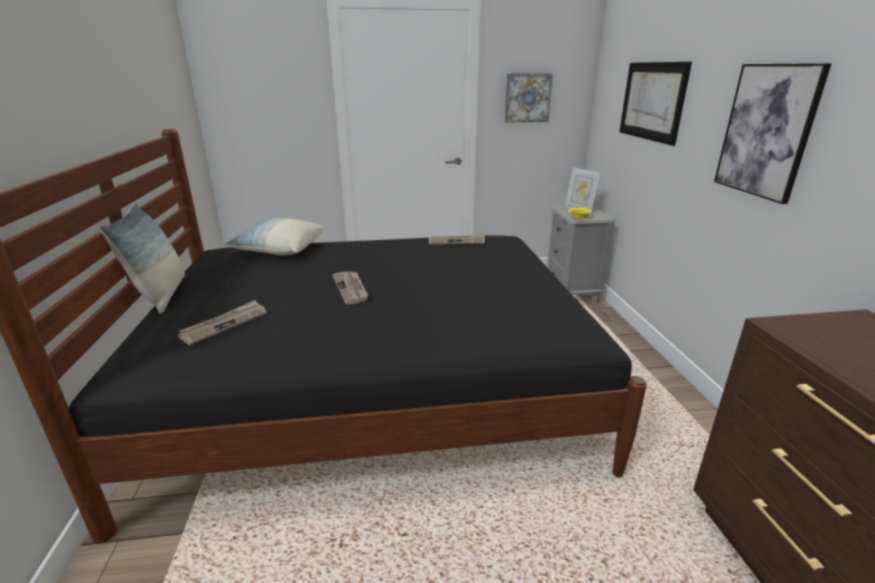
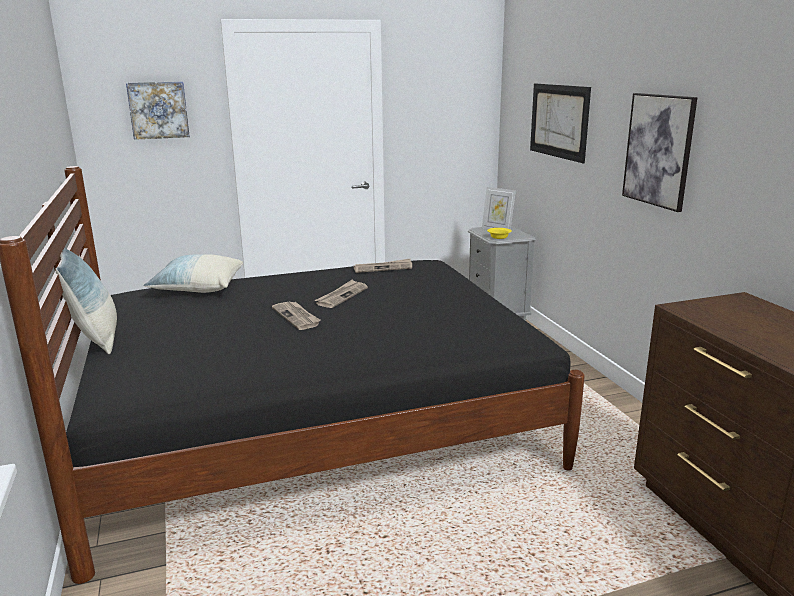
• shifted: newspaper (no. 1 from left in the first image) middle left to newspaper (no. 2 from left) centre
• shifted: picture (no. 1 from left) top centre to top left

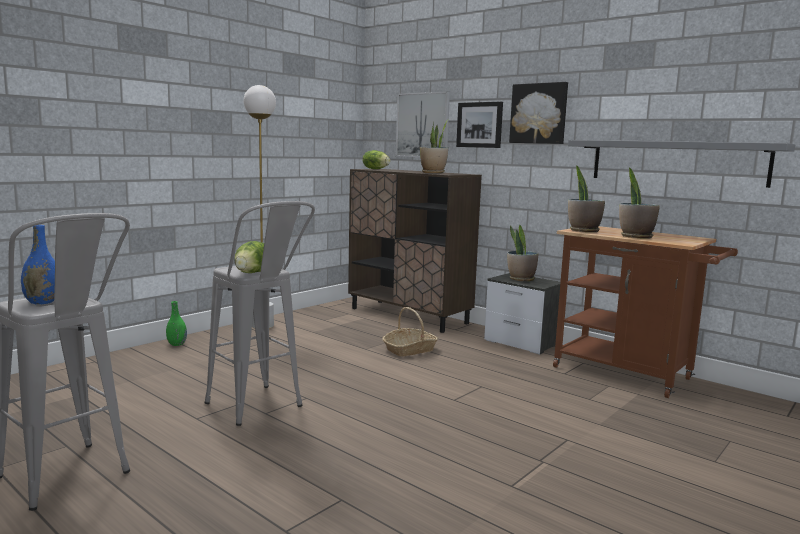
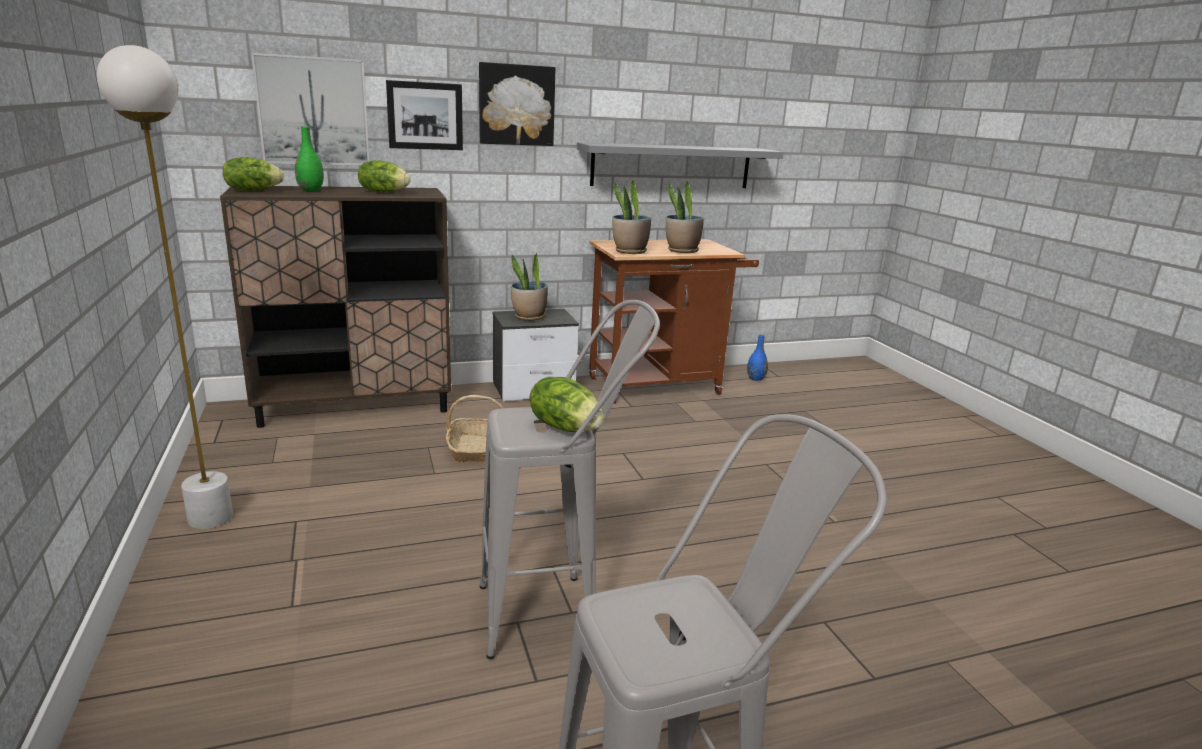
• shifted: blue vase middle left to centre
• shifted: green vase middle left to top left
• swapped: potted plant (no. 1 from left) top centre to lettuce (no. 2 from left) top left

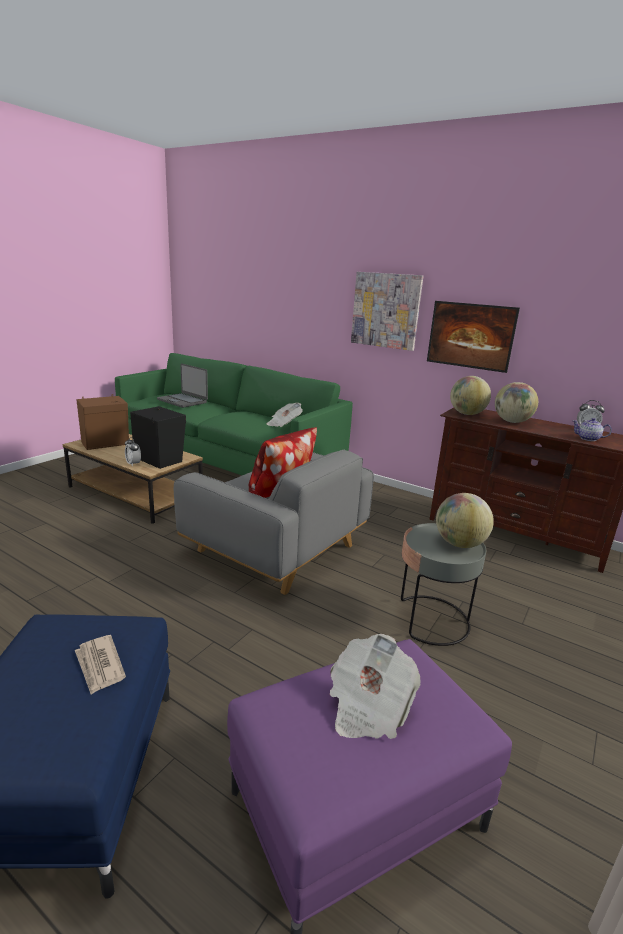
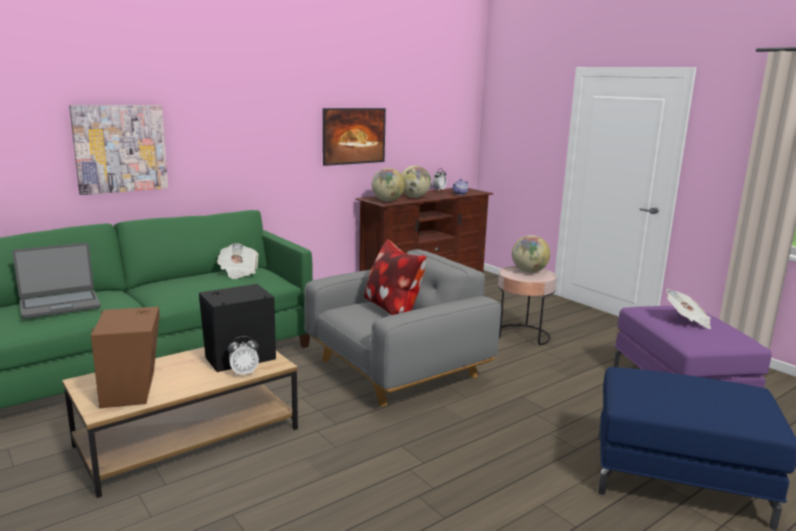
• gone: newspaper (no. 1 from left) bottom left
• shifted: picture (no. 1 from left) top centre to top left
• repainted: grey side table middle right to pink side table centre

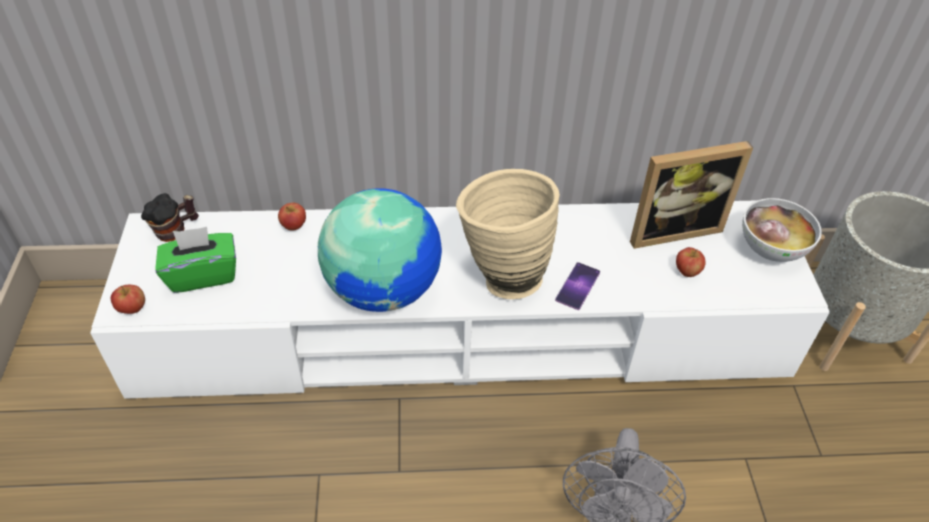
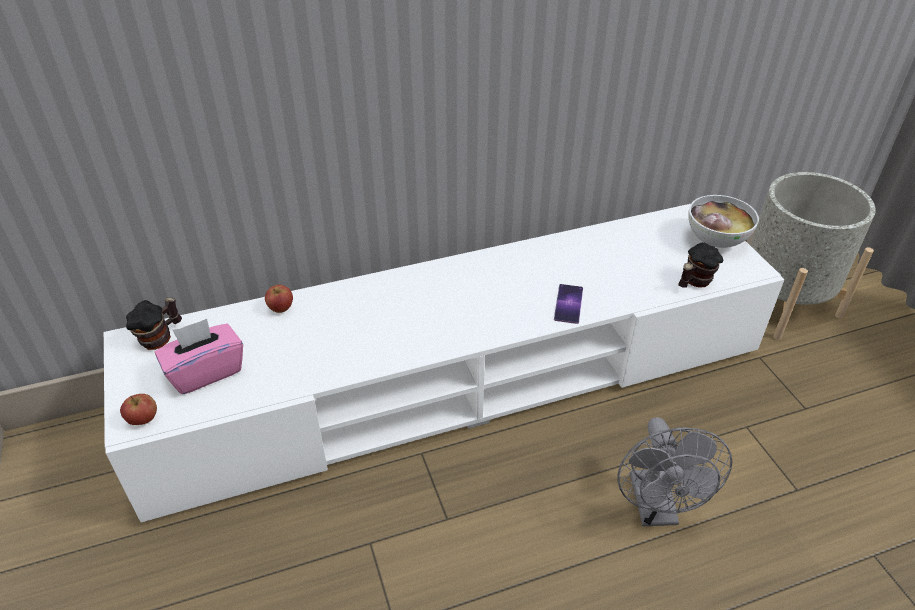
• repainted: green tissue box middle left to pink tissue box middle left
• gone: globe centre
• gone: beige vase centre
• gone: picture frame middle right
• gone: apple (no. 3 from left) middle right
• new: mug (no. 2 from left) middle right

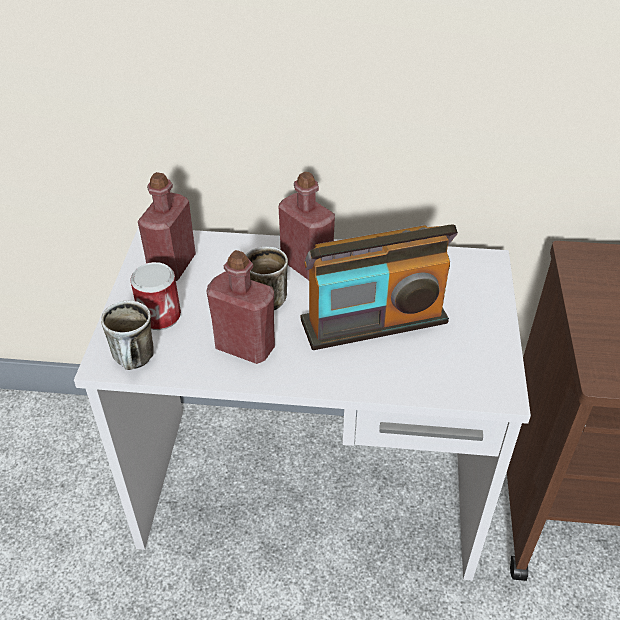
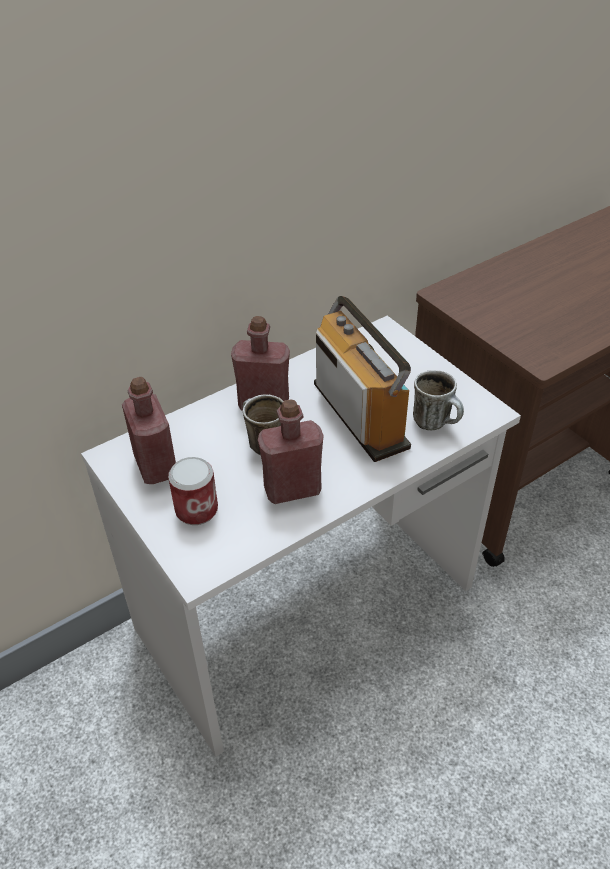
• shifted: mug (no. 1 from left in the first image) middle left to mug (no. 2 from left) middle right
• rotated: radio centre = centre 60 degrees counterclockwise

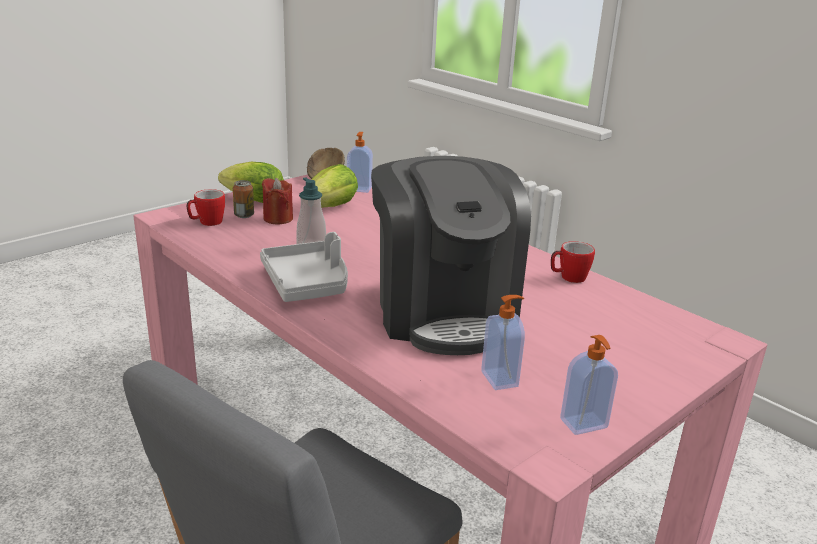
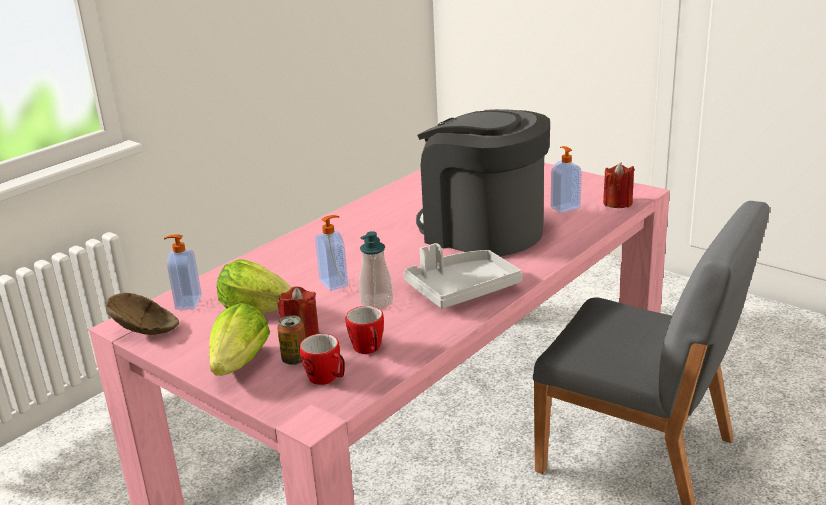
• rotated: coffee machine centre = centre 120 degrees counterclockwise
• shifted: mug (no. 2 from left) middle right to centre
• shifted: soap dispenser (no. 4 from left in the first image) bottom right to soap dispenser (no. 2 from left) centre
• new: red candle (no. 2 from left) middle right

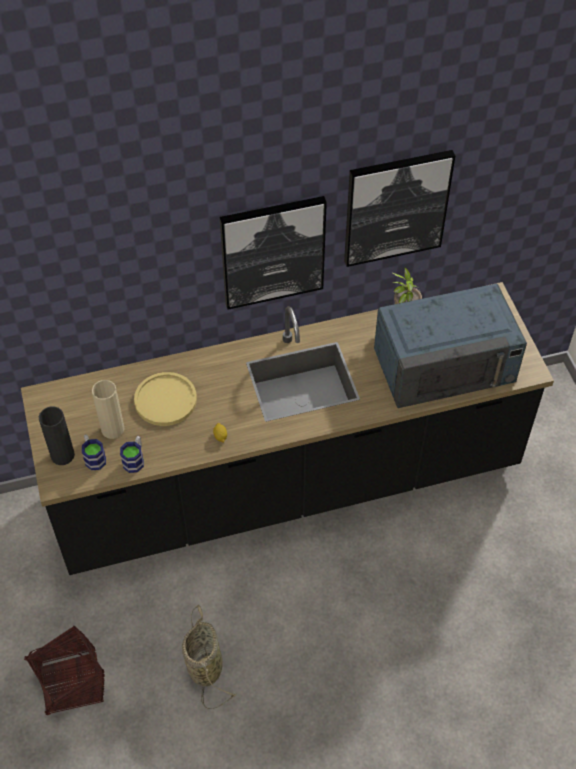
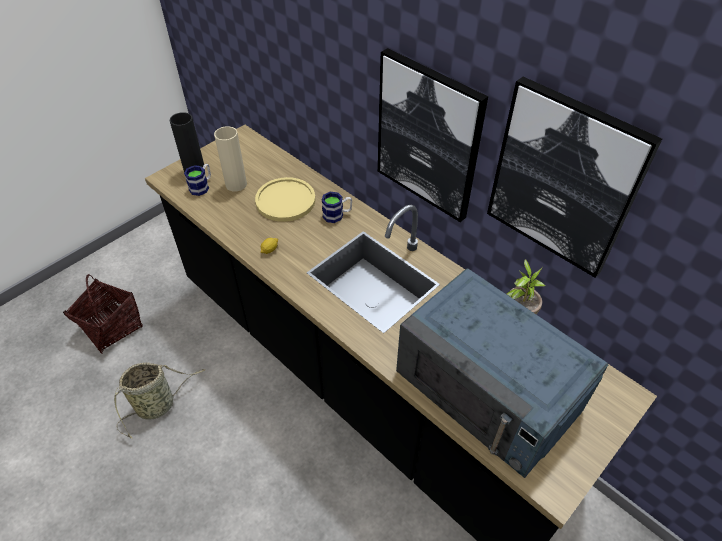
• shifted: mug (no. 2 from left) middle left to centre

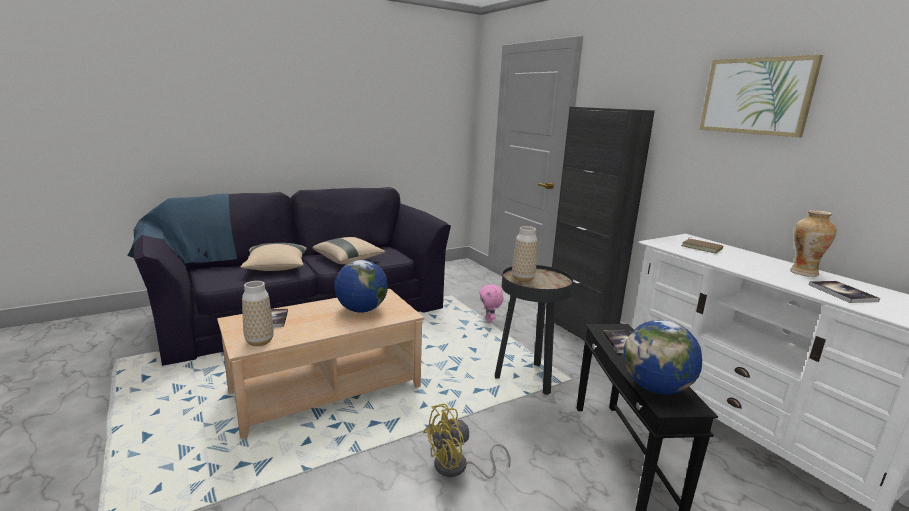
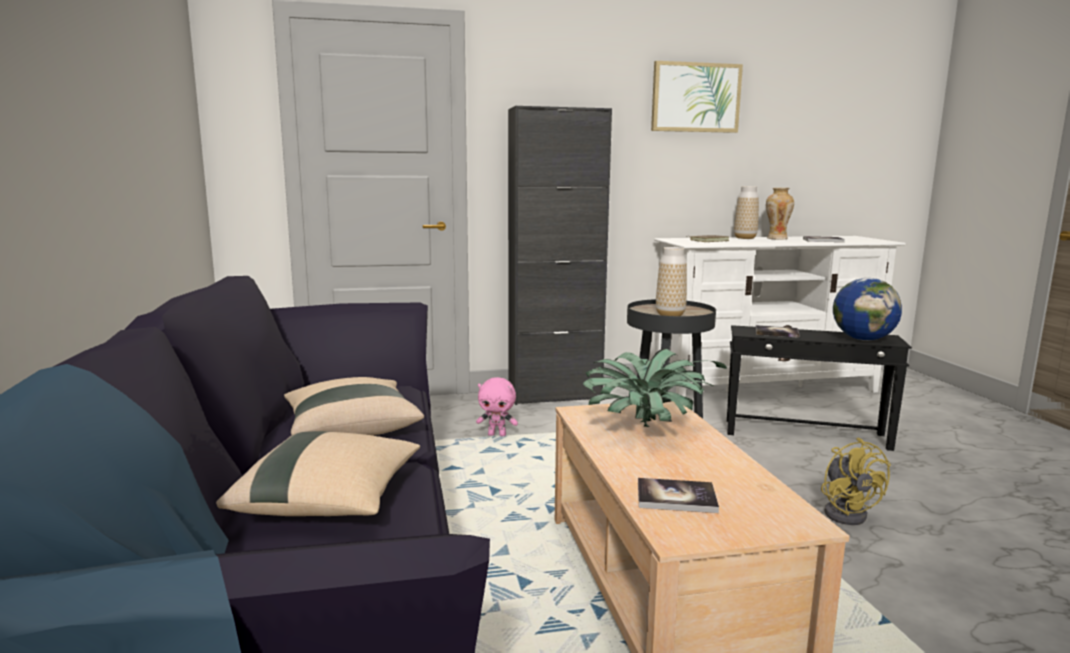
• shifted: vase (no. 1 from left in the first image) middle left to vase (no. 2 from left) top right
• swapped: globe (no. 1 from left) centre to potted plant centre

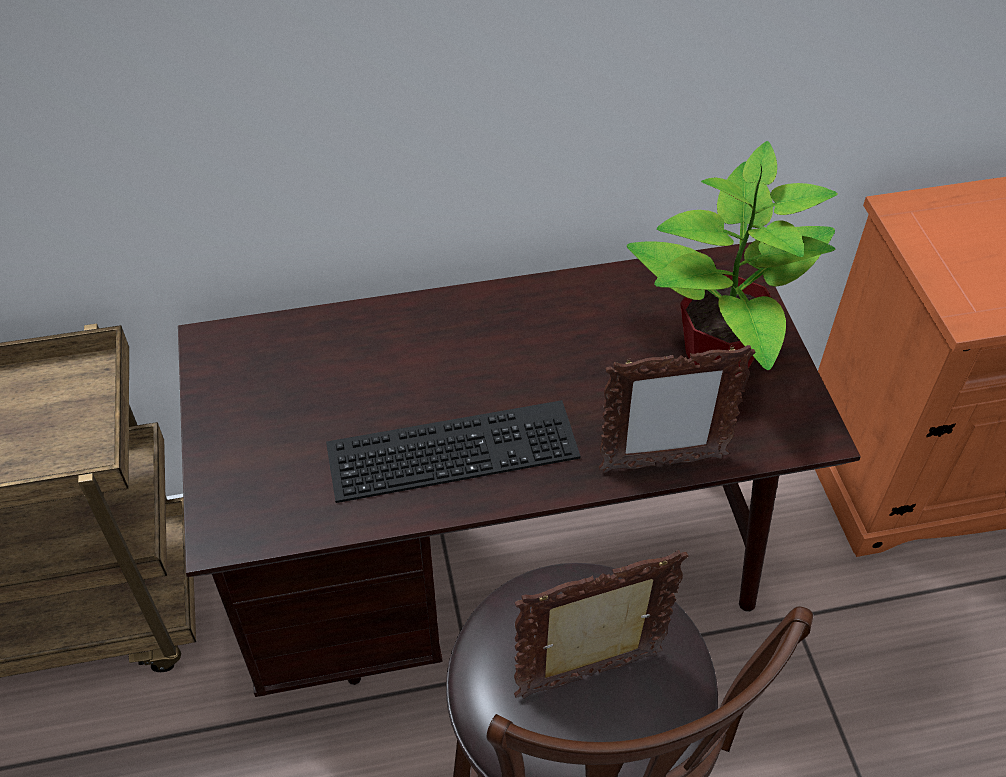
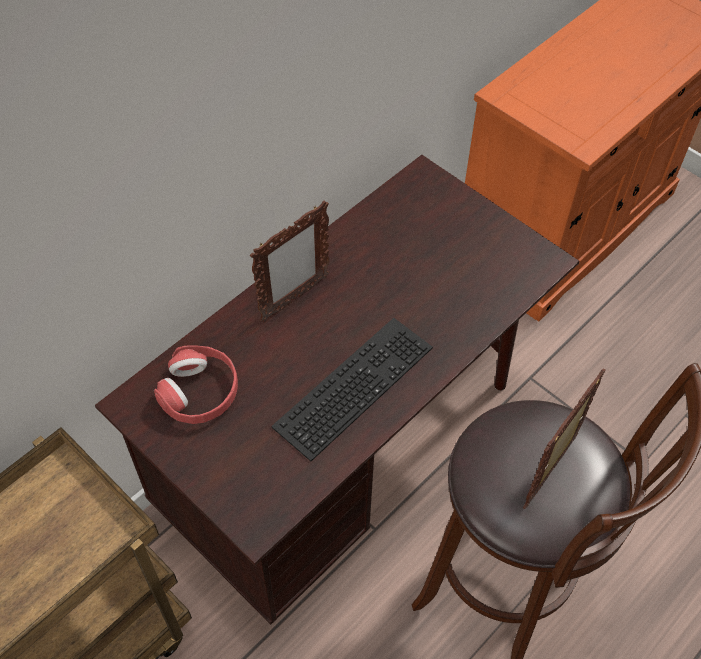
• shifted: picture frame (no. 2 from left in the first image) middle right to picture frame (no. 1 from left) centre
• gone: potted plant top right
• new: red headphones middle left

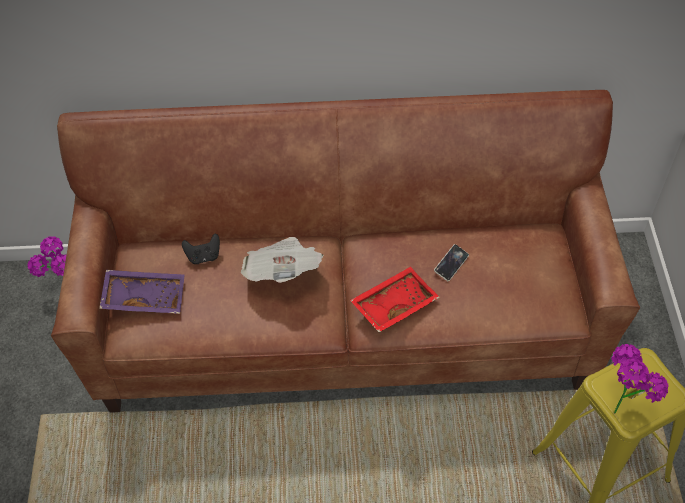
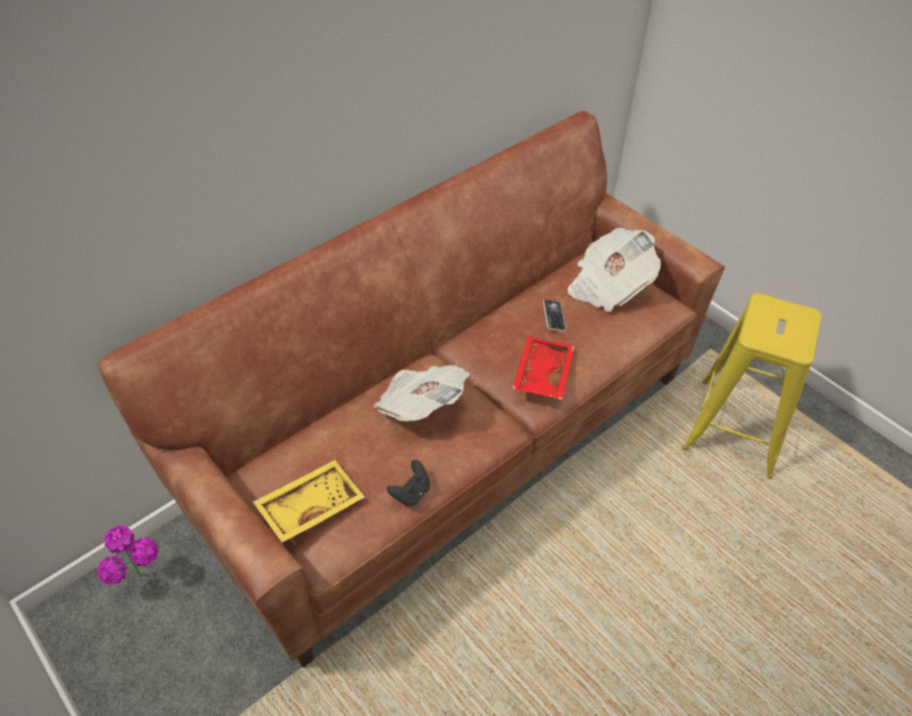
• repainted: purple tray middle left to yellow tray bottom centre
• shifted: black game controller middle left to bottom centre
• gone: potted plant (no. 2 from left) bottom right
• new: newspaper (no. 2 from left) middle right

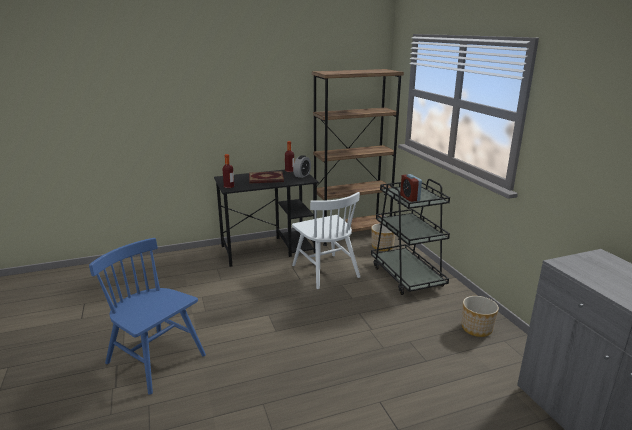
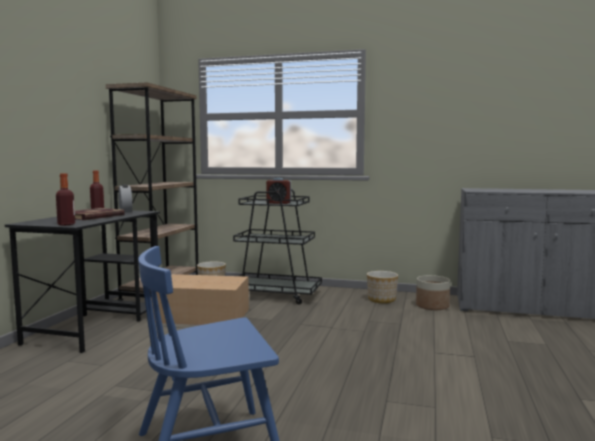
• swapped: white chair centre to cardboard box bottom centre
• new: planter (no. 3 from left) middle right

